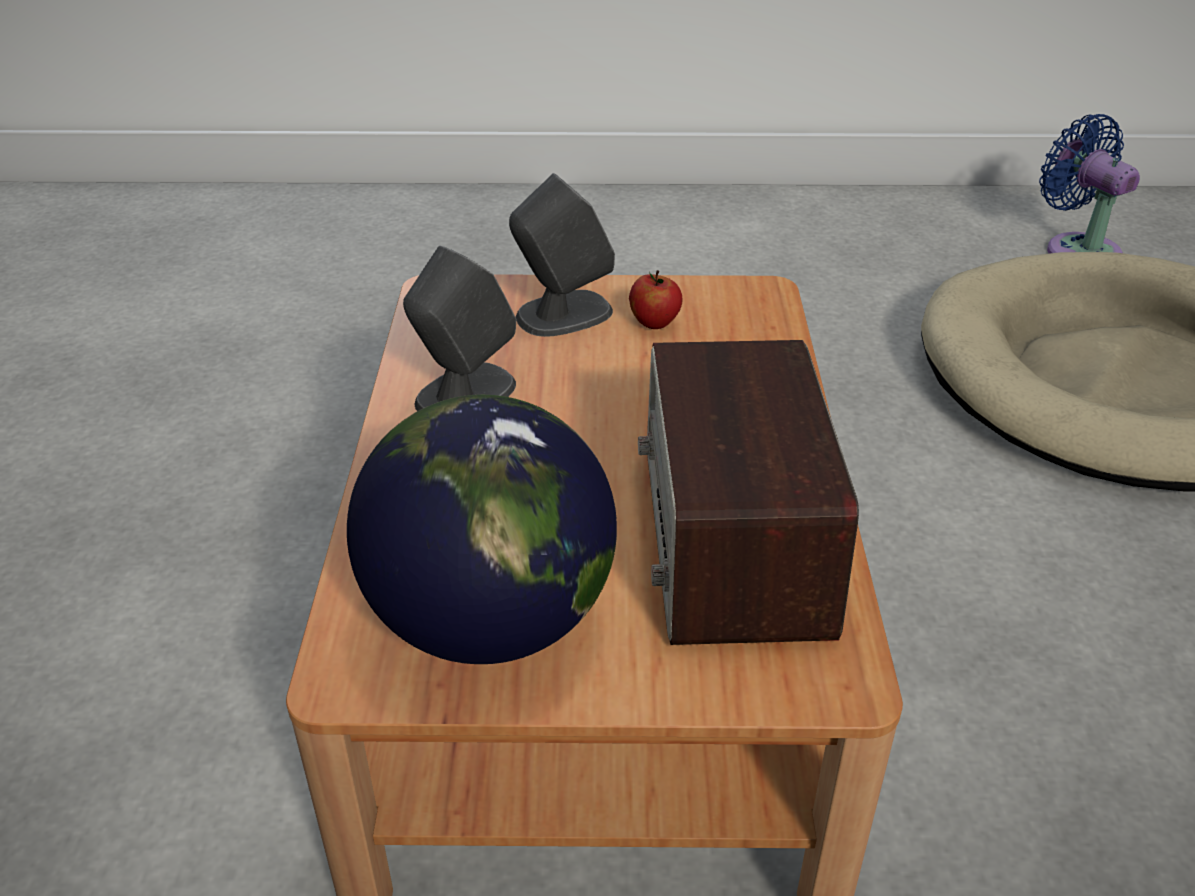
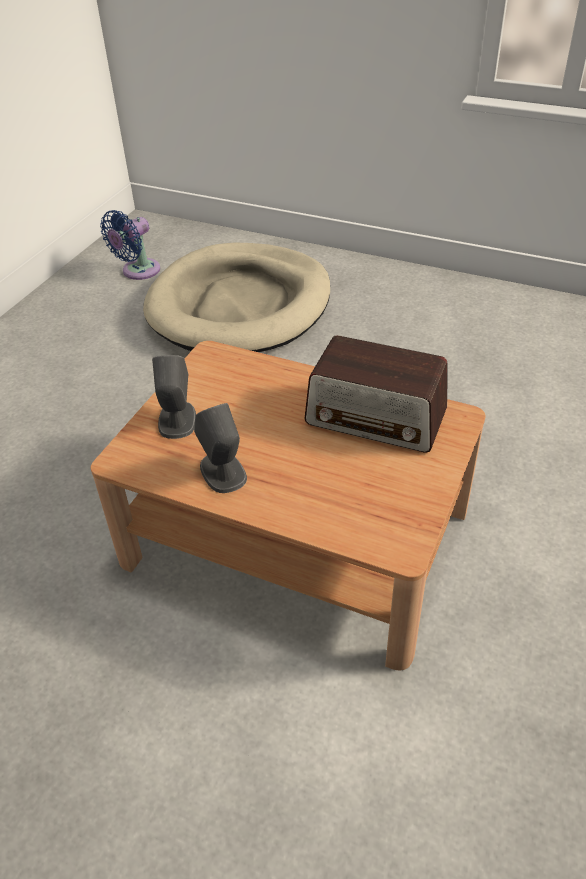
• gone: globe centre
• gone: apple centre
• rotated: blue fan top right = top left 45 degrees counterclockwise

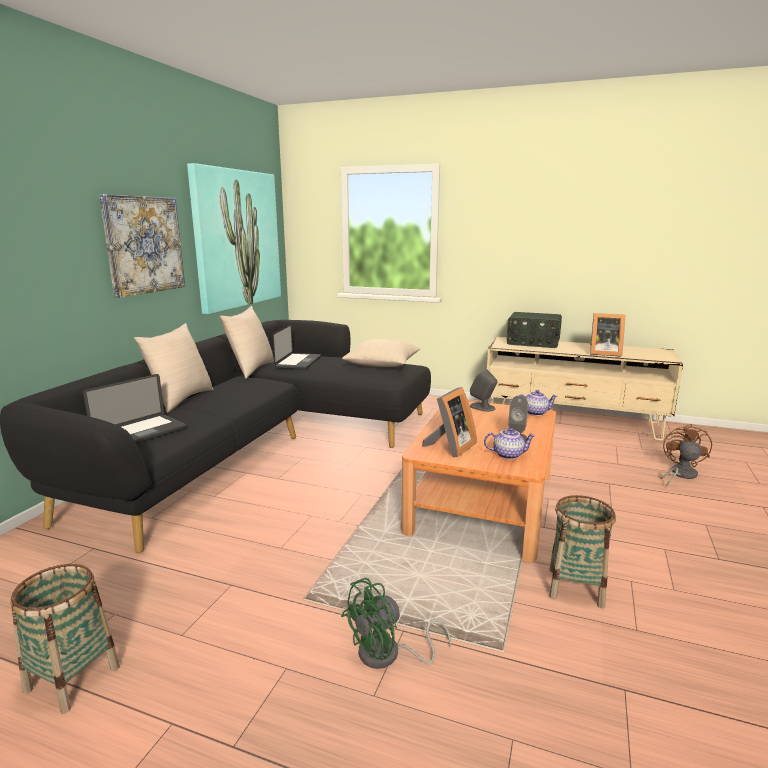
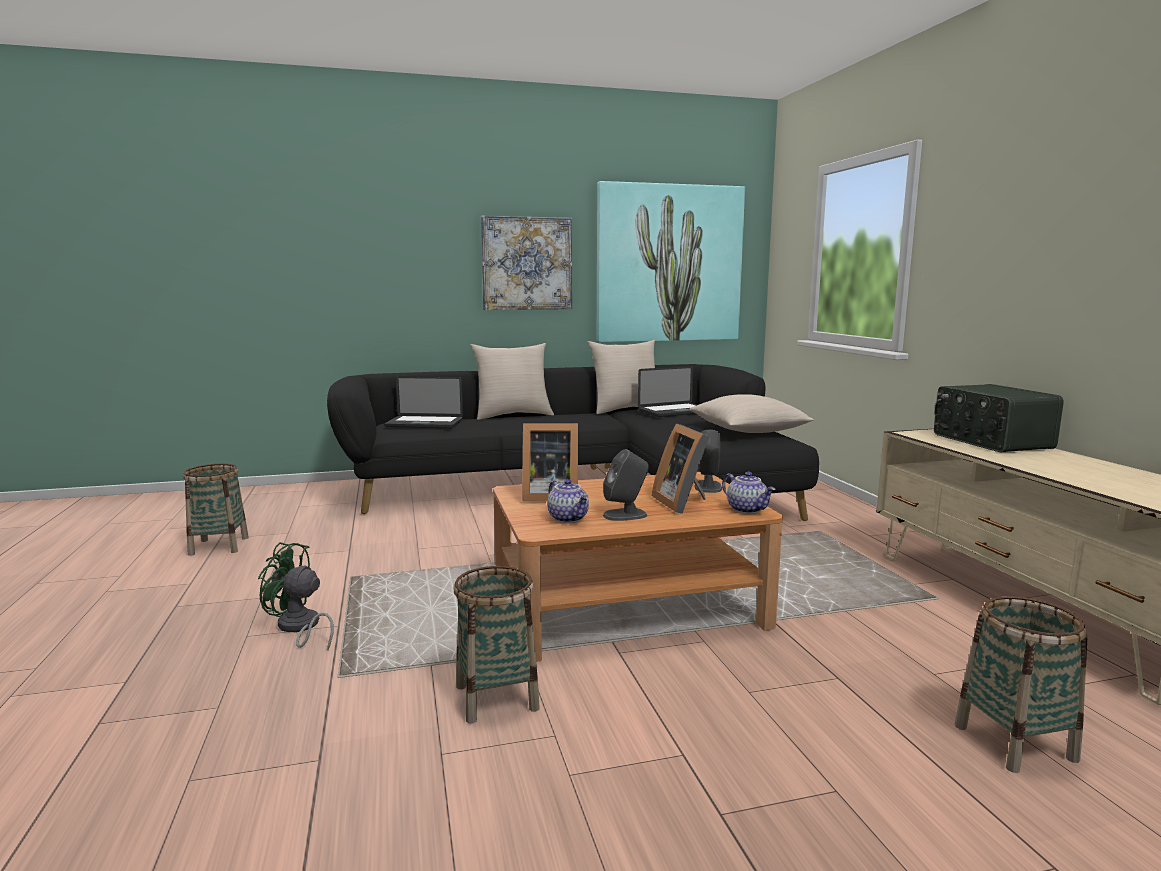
• shifted: picture frame (no. 2 from left) middle right to centre
• swapped: brown fan middle right to basket (no. 3 from left) bottom right

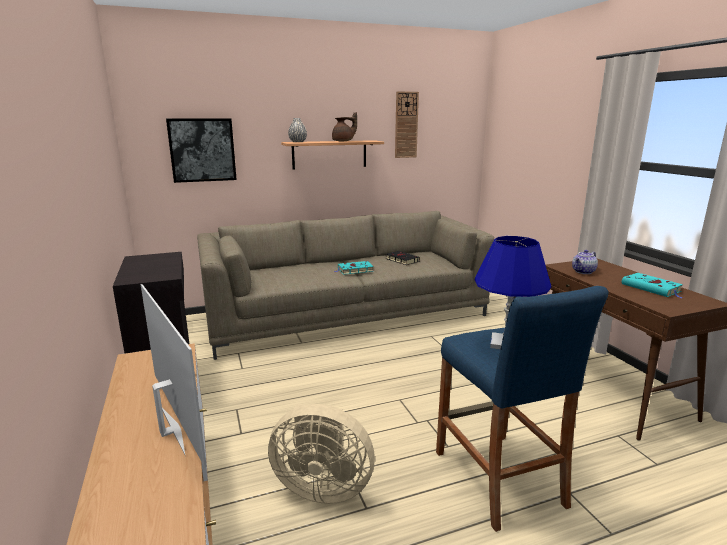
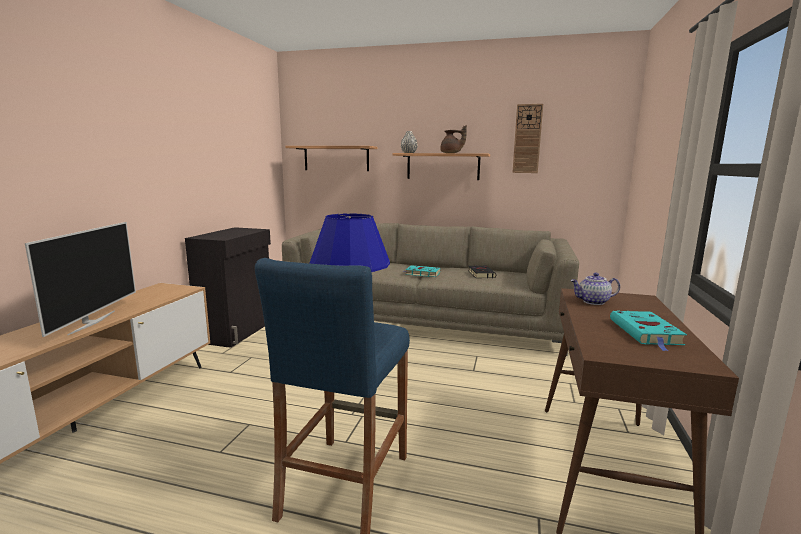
• swapped: picture top left to shelf (no. 1 from left) top centre
• gone: beige fan bottom centre

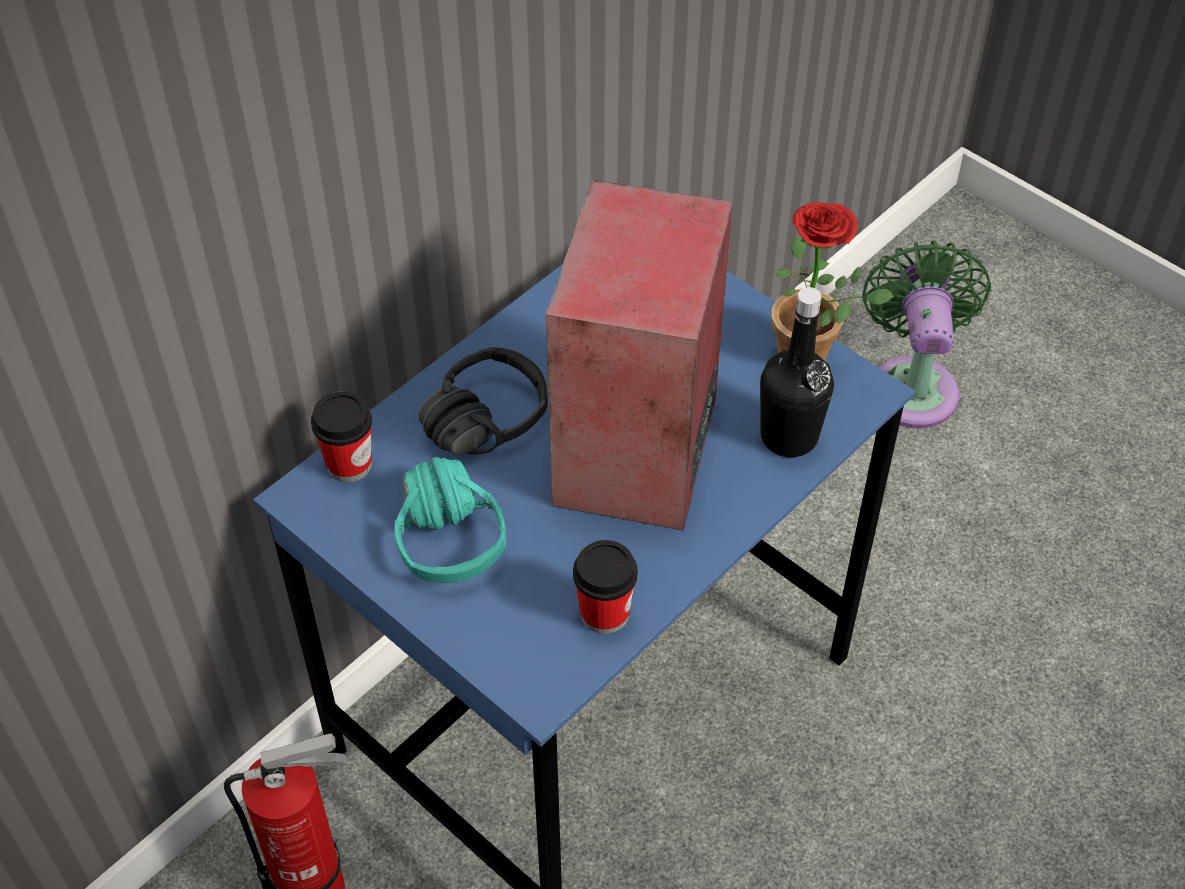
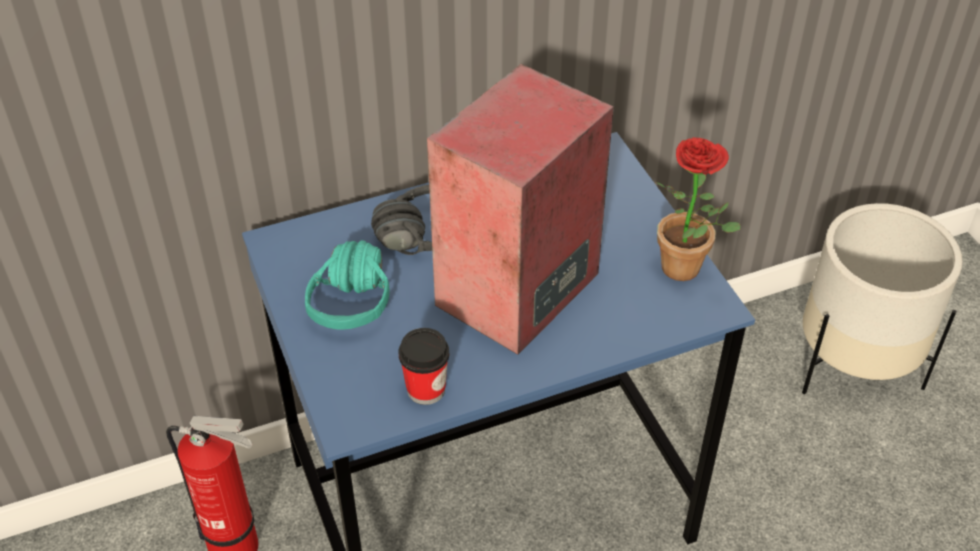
• gone: cup (no. 1 from left) middle left
• gone: black bottle middle right
• swapped: green fan middle right to white planter middle right

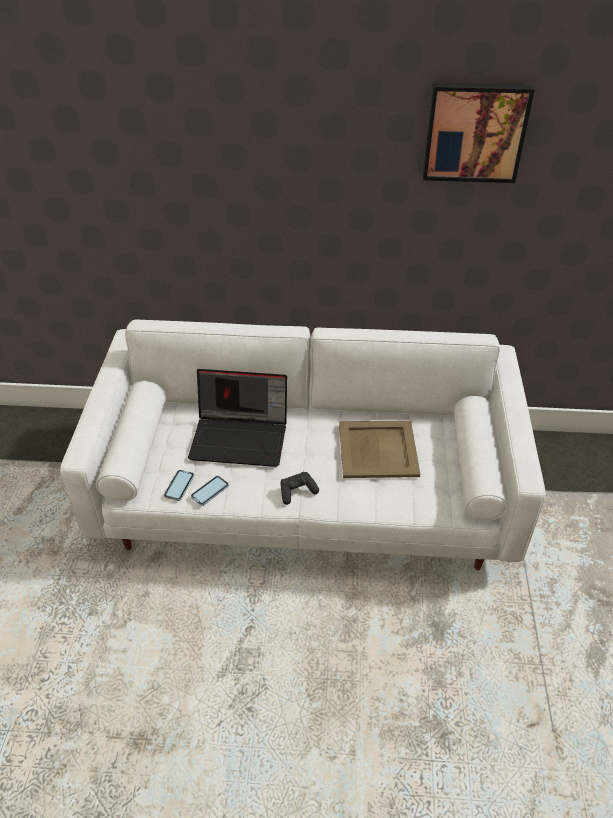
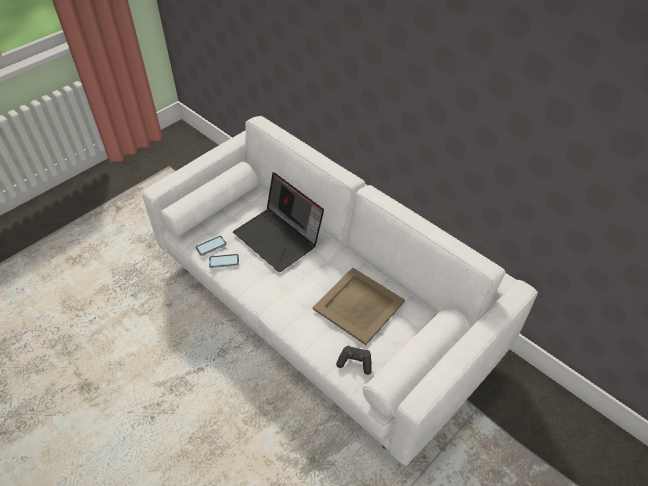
• shifted: black game controller centre to bottom centre
• gone: picture top right

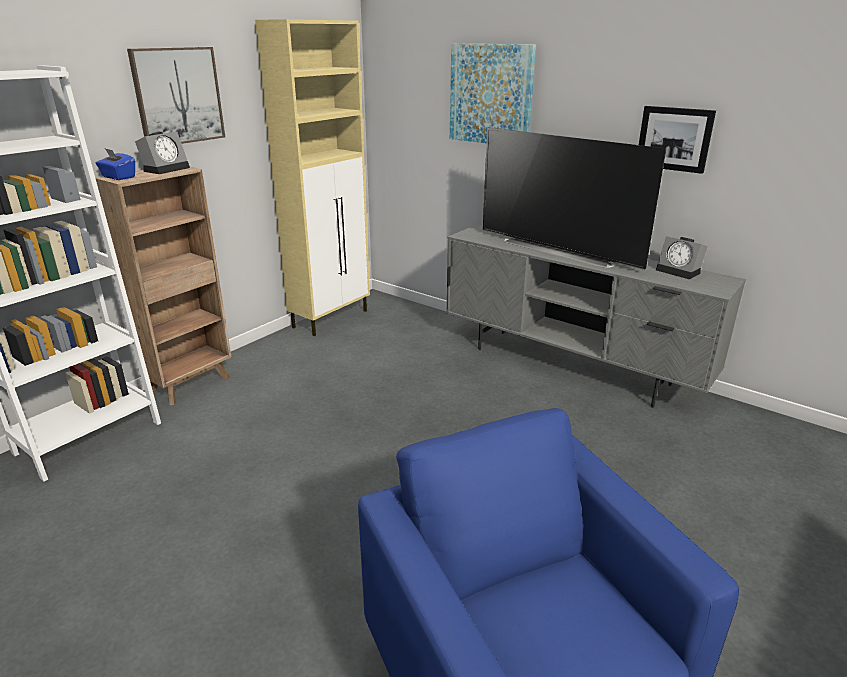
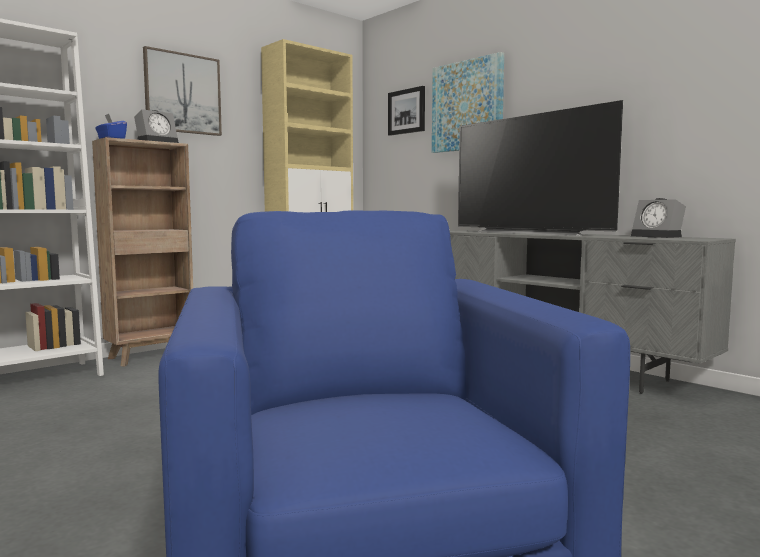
• shifted: picture (no. 3 from left in the first image) top right to picture (no. 2 from left) top centre

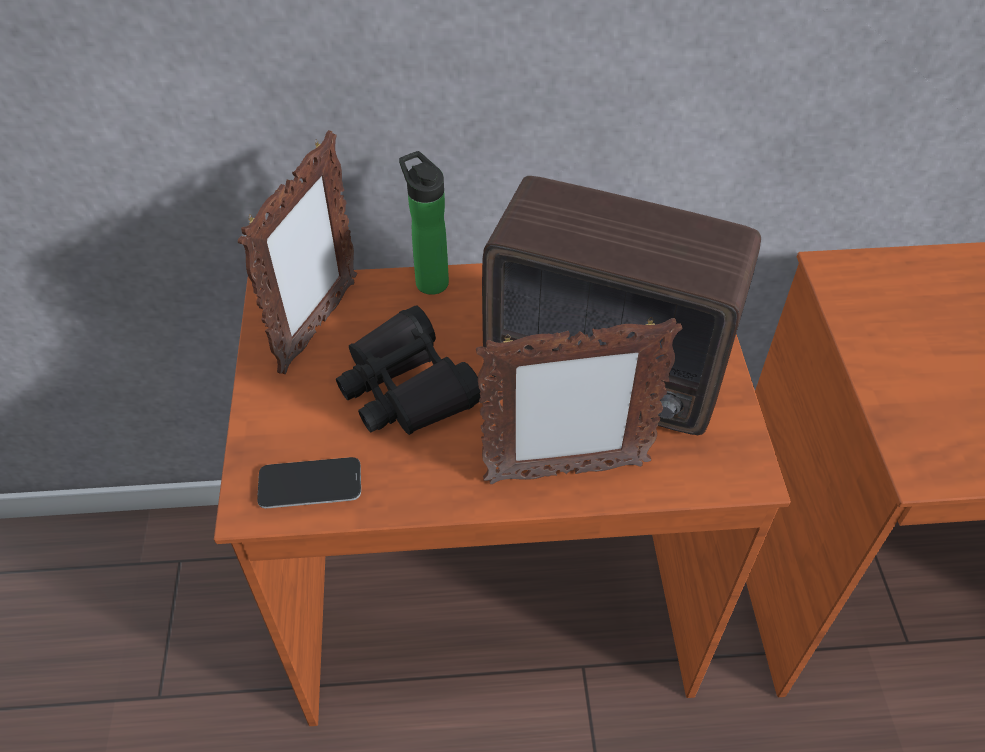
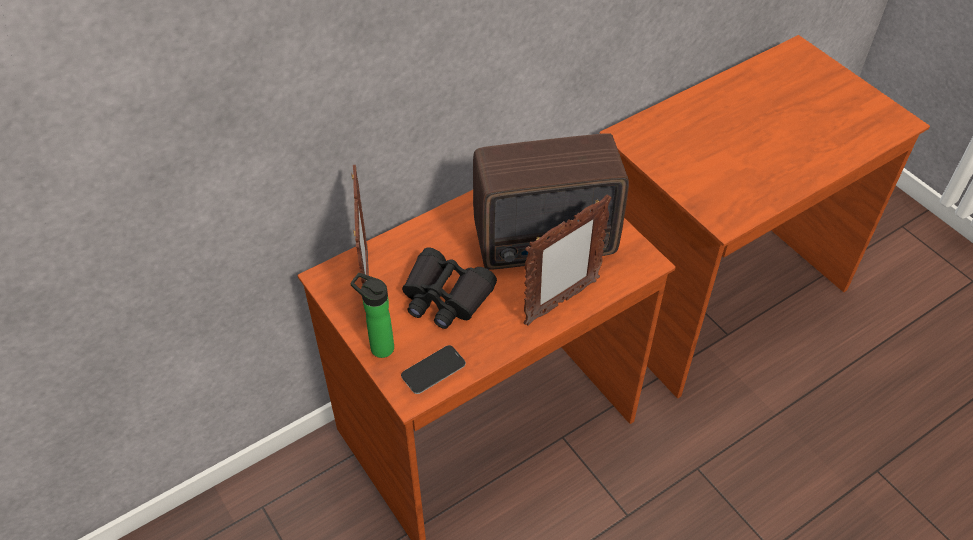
• shifted: bottle top centre to centre

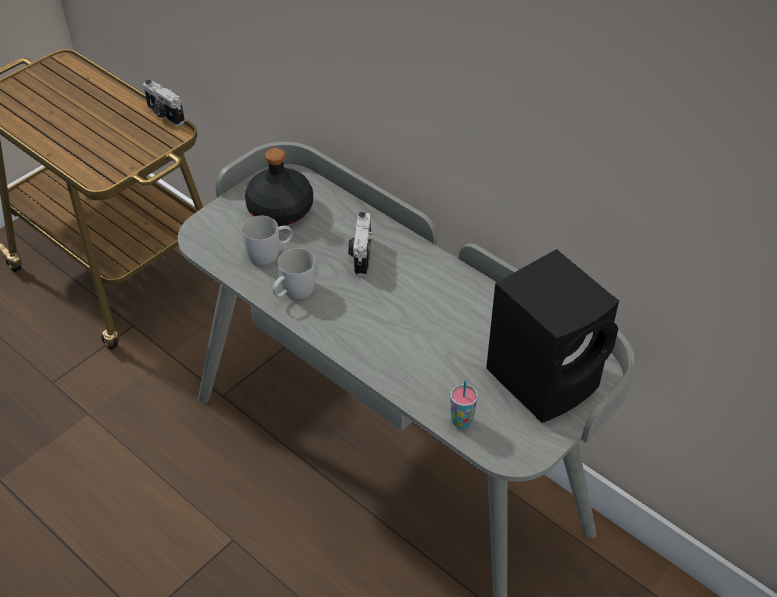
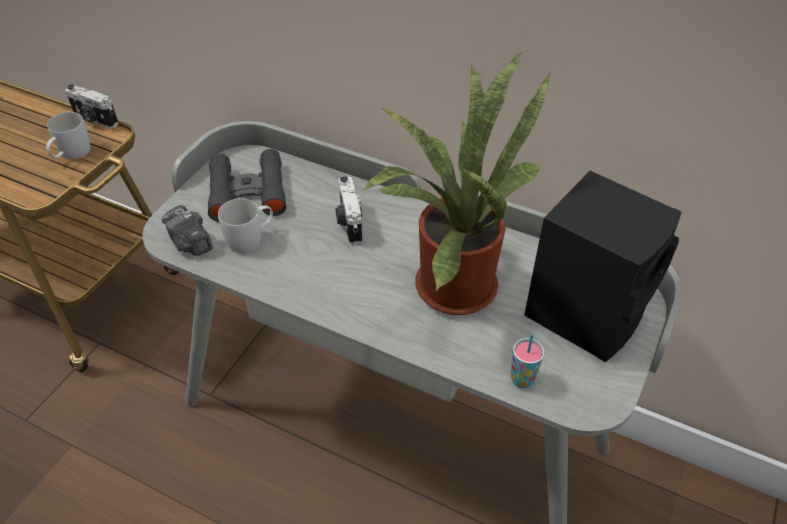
• swapped: black bottle top centre to black binoculars middle left
• shifted: white mug (no. 2 from left in the first image) centre to white mug (no. 1 from left) top left
• new: photo camera (no. 2 from left) middle left
• new: potted plant centre

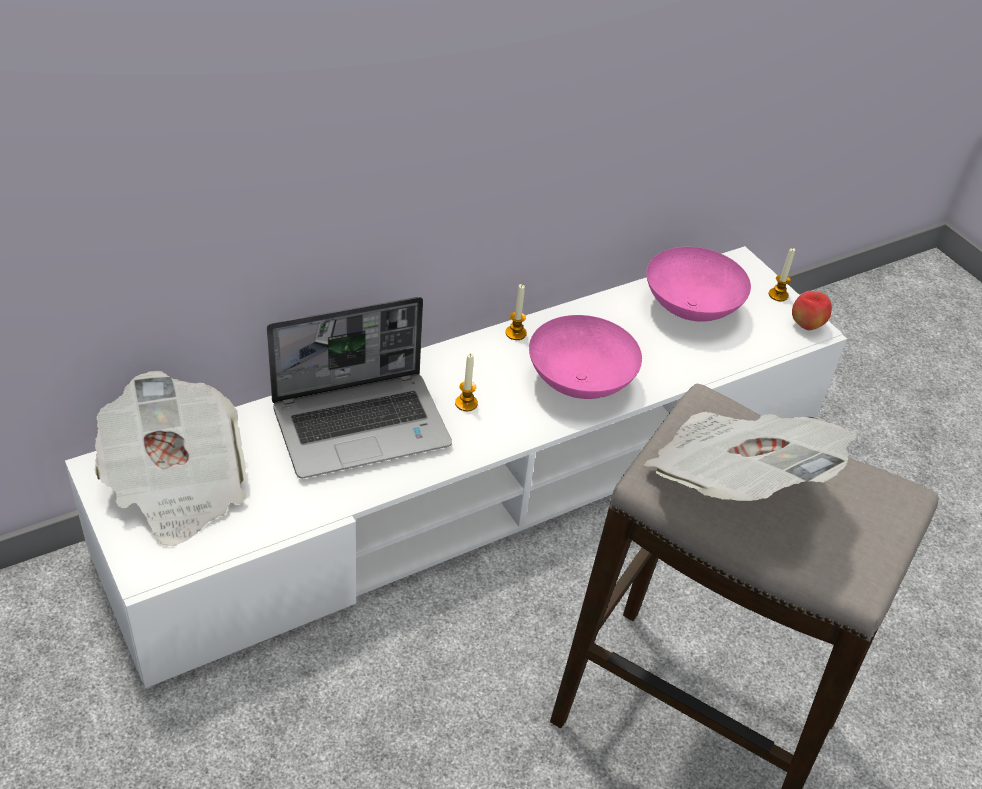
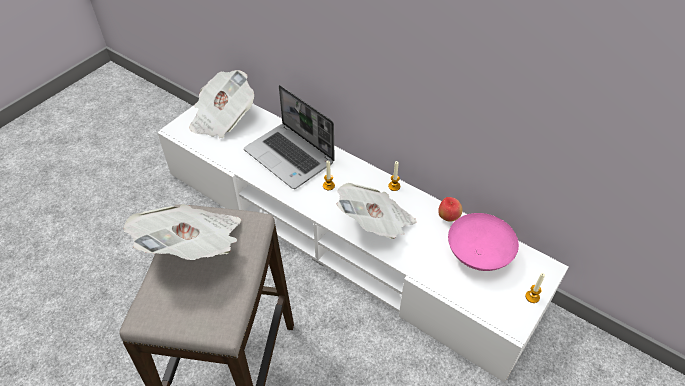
• swapped: pink bowl (no. 1 from left) centre to newspaper (no. 3 from left) centre
• shifted: apple middle right to centre

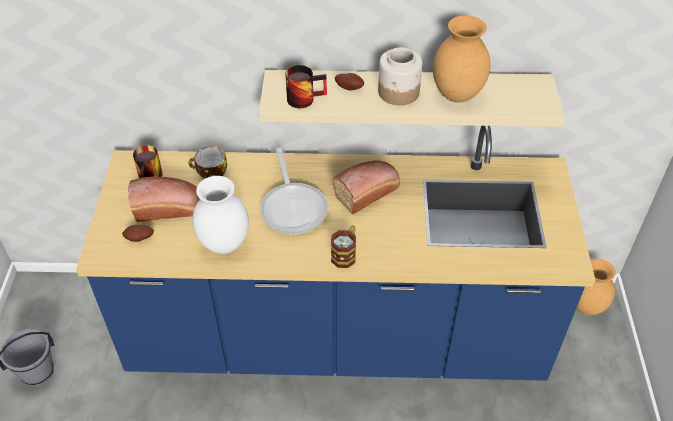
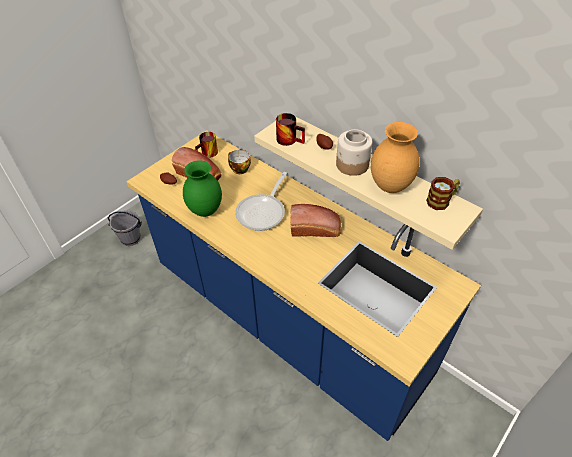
• repainted: white vase middle left to green vase centre
• shifted: mug (no. 3 from left) centre to middle right
• gone: brown vase (no. 2 from left) bottom right

